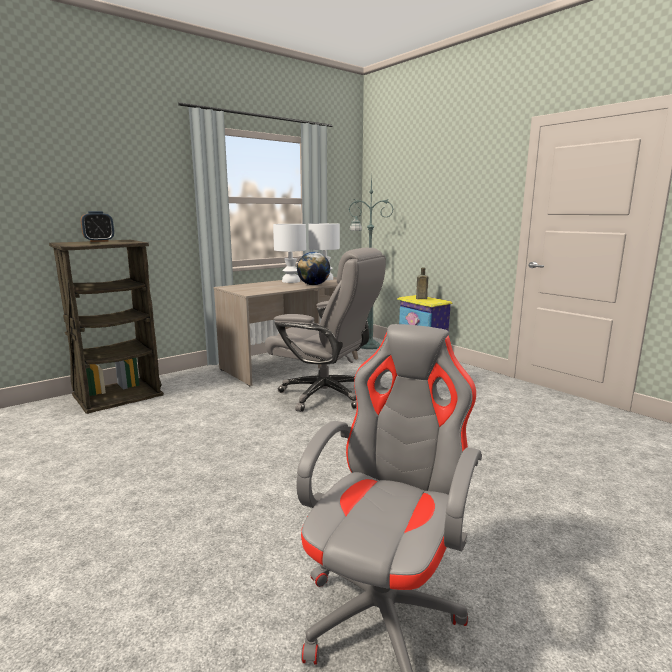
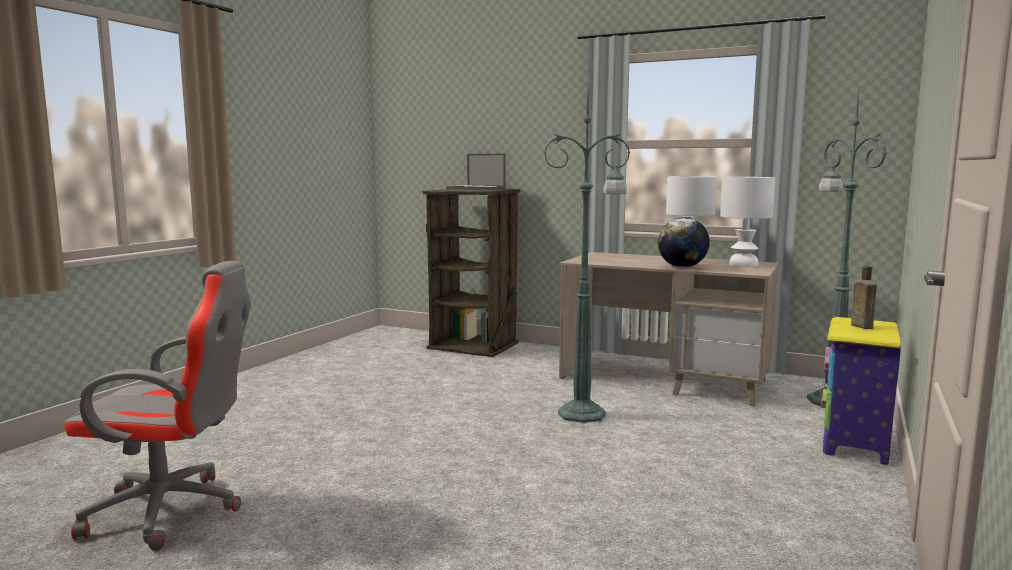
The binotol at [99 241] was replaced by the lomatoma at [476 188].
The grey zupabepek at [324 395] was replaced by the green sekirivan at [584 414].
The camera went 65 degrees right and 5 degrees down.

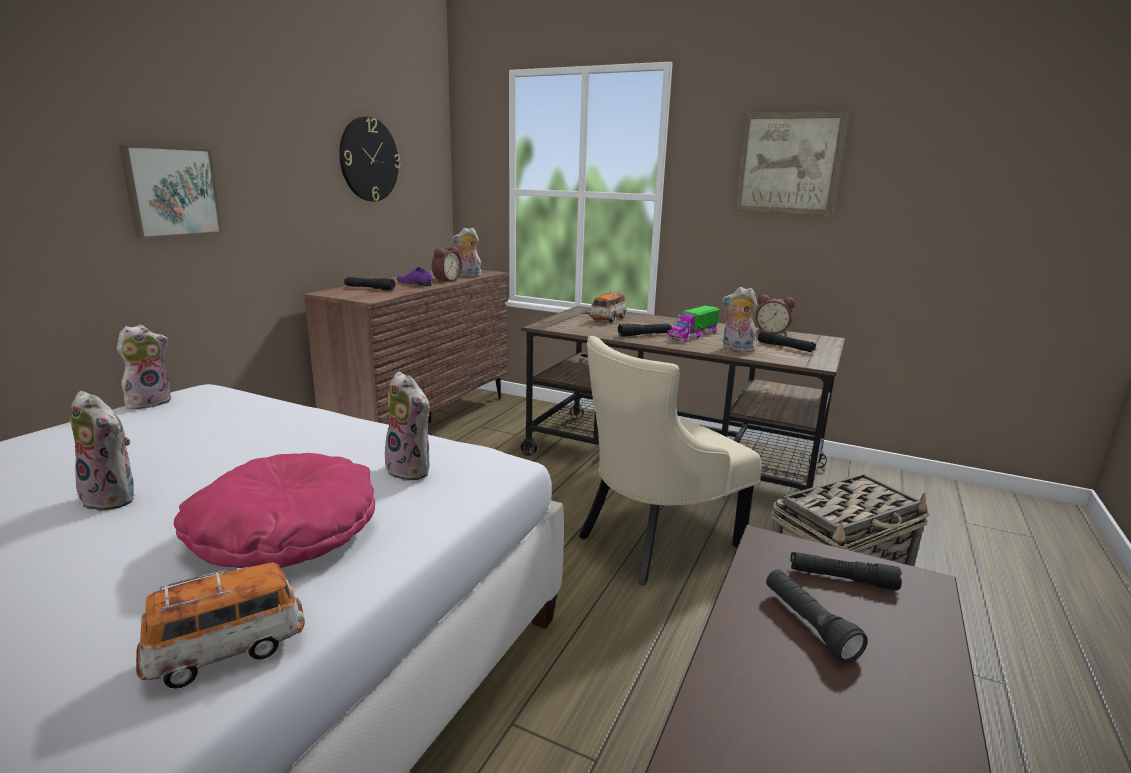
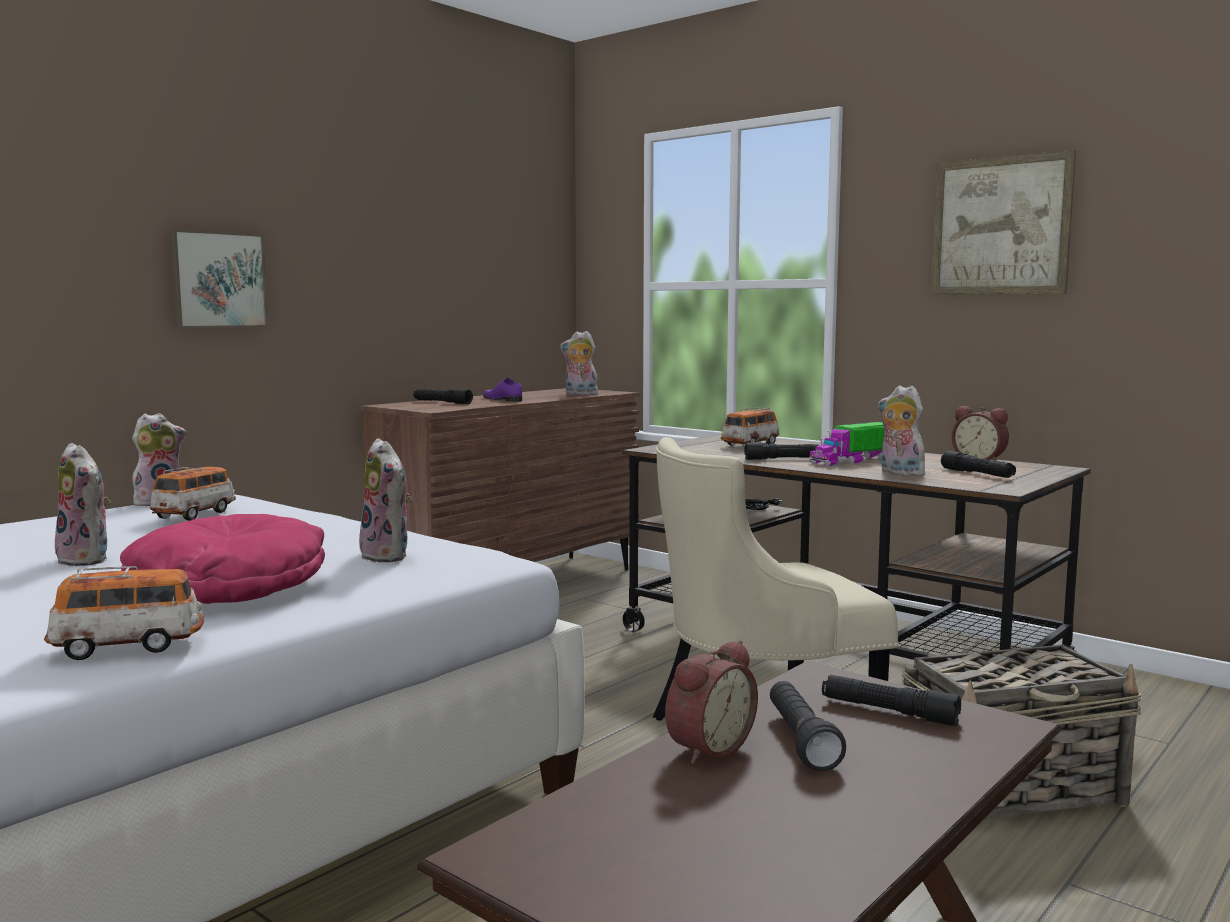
The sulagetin at [369 159] disappeared.
The binotol moved from [445 280] to [706 748].
The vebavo at [195 514] appeared.
The camera went 15 degrees right and 10 degrees down.

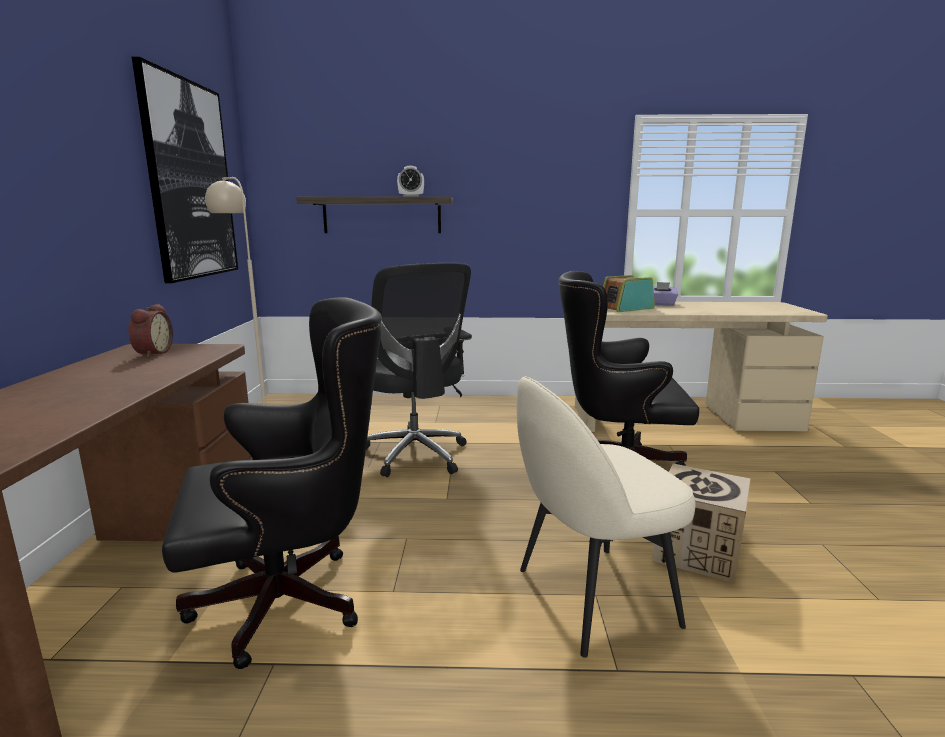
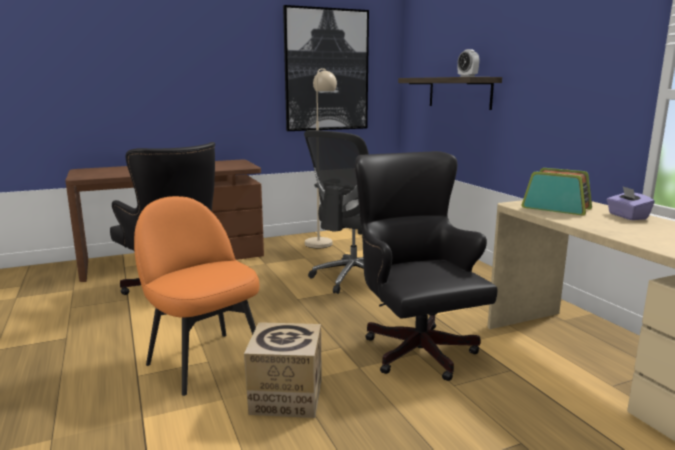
The binotol at [151 353] disappeared.
The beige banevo at [591 597] became the orange banevo at [204 360].
The camera went 65 degrees right and 0 degrees up.

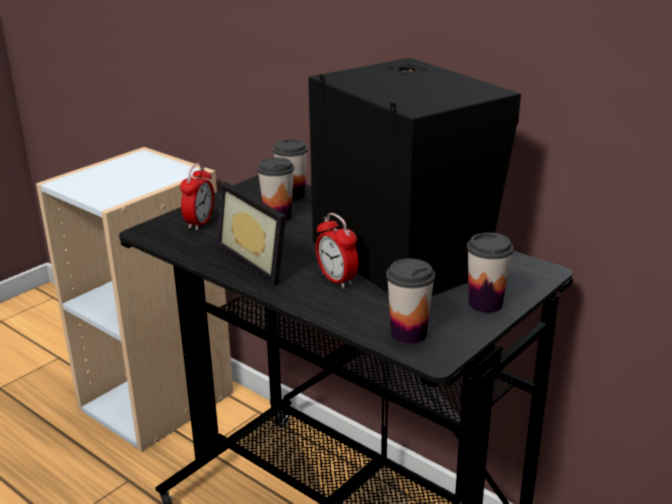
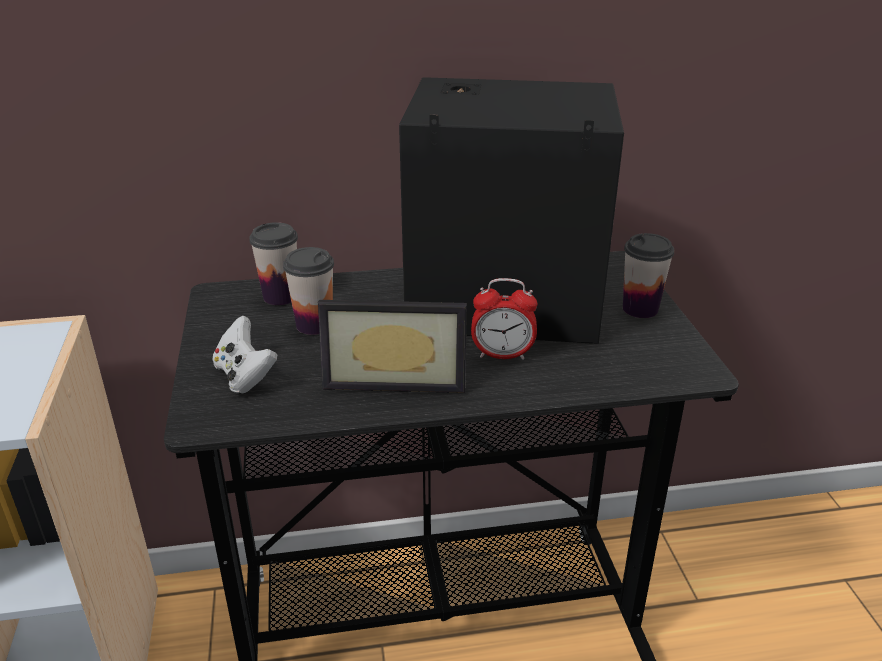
The binotol at [200 223] was replaced by the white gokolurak at [245 376].
The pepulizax at [408 334] disappeared.
The camera went 50 degrees left and 5 degrees up.

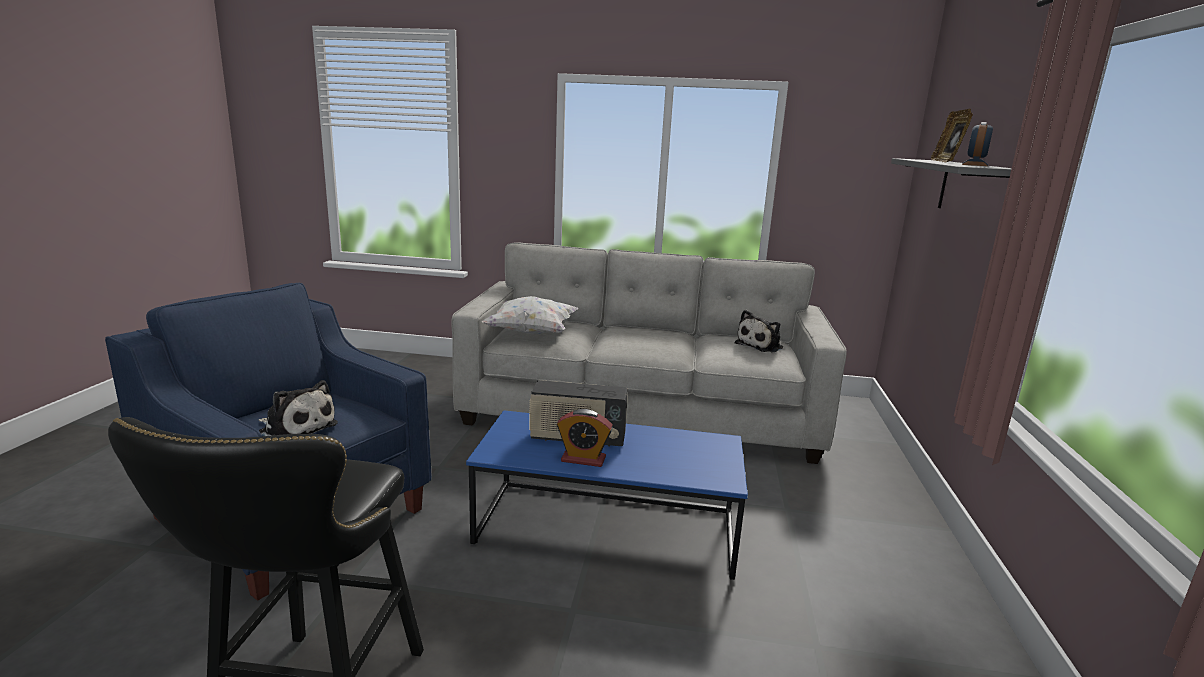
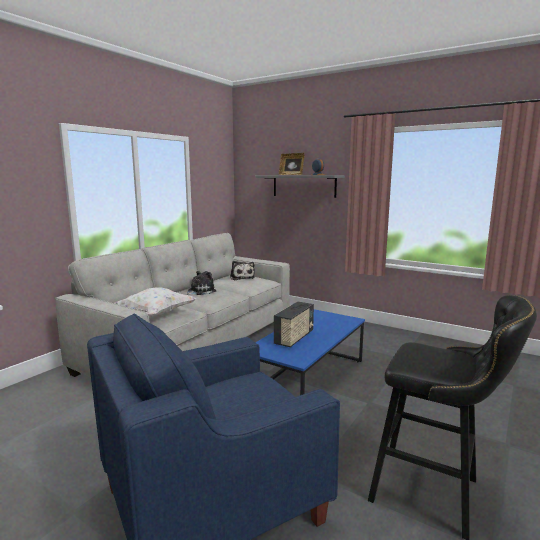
The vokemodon moved from [296 428] to [200 291].
The binotol at [583 459] disappeared.
The camera went 65 degrees left and 5 degrees down.

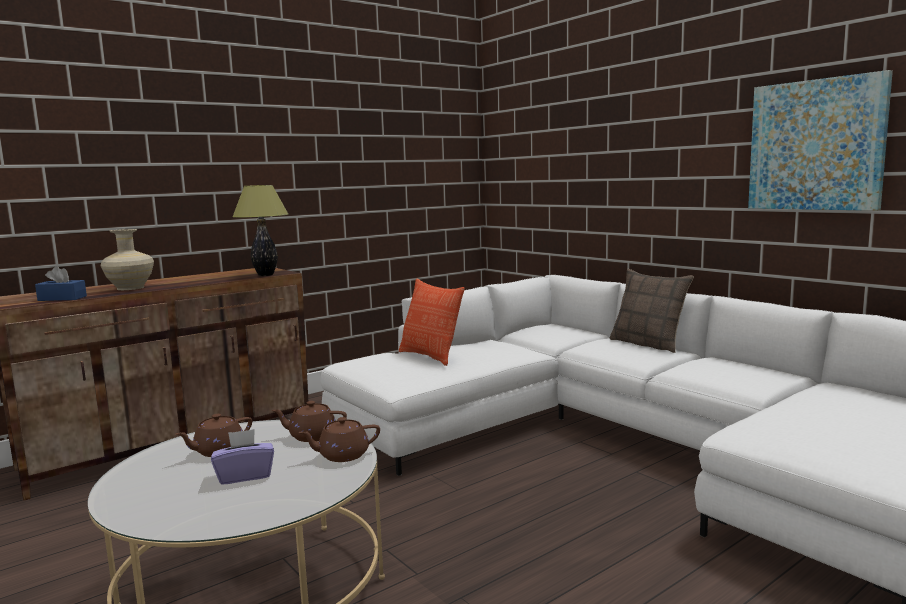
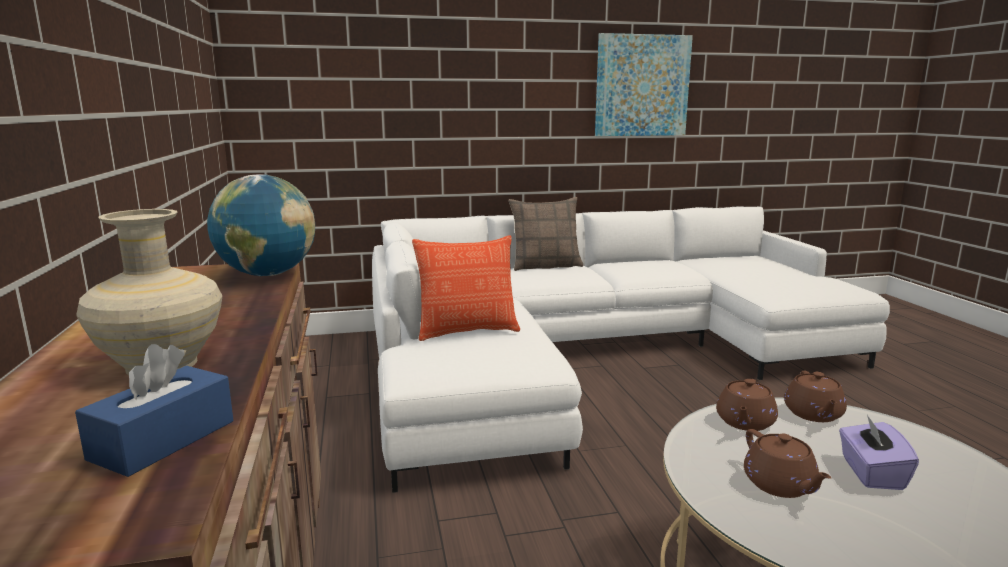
The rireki at [266 275] was replaced by the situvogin at [267 275].
The camera went 65 degrees left and 5 degrees up.

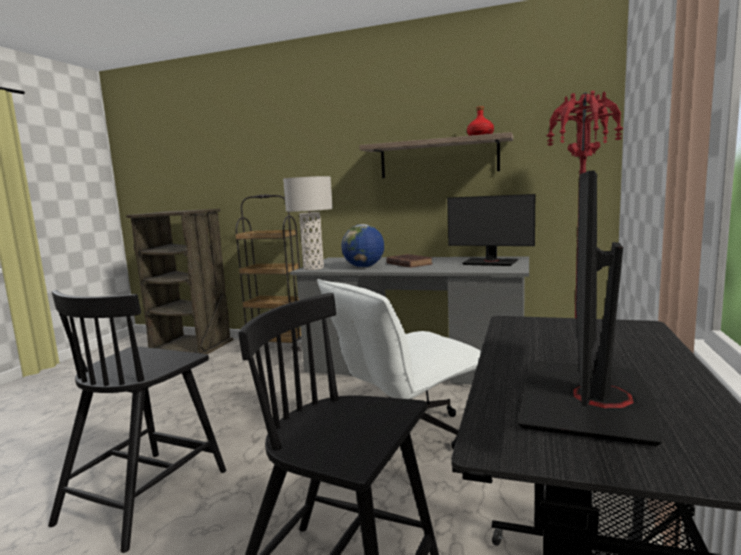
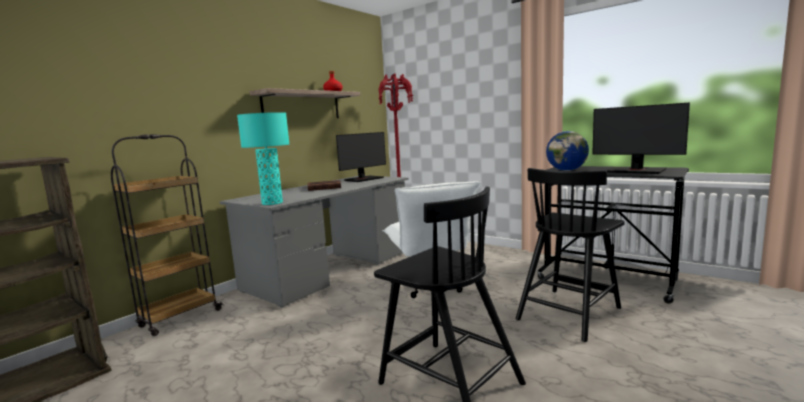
The white rireki at [314 268] became the turquoise rireki at [272 203].
The situvogin moved from [364 267] to [566 170].
The camera went 70 degrees left and 0 degrees up.

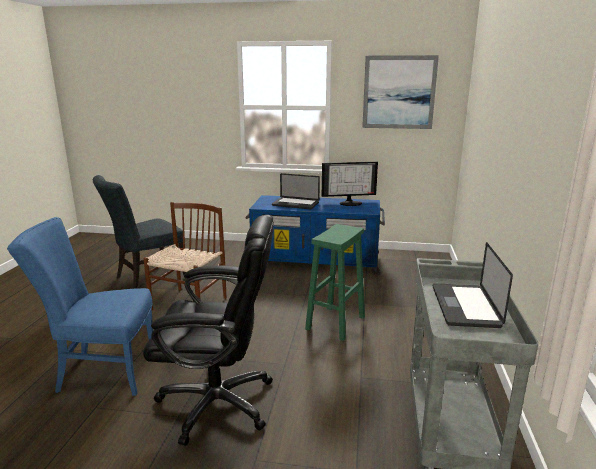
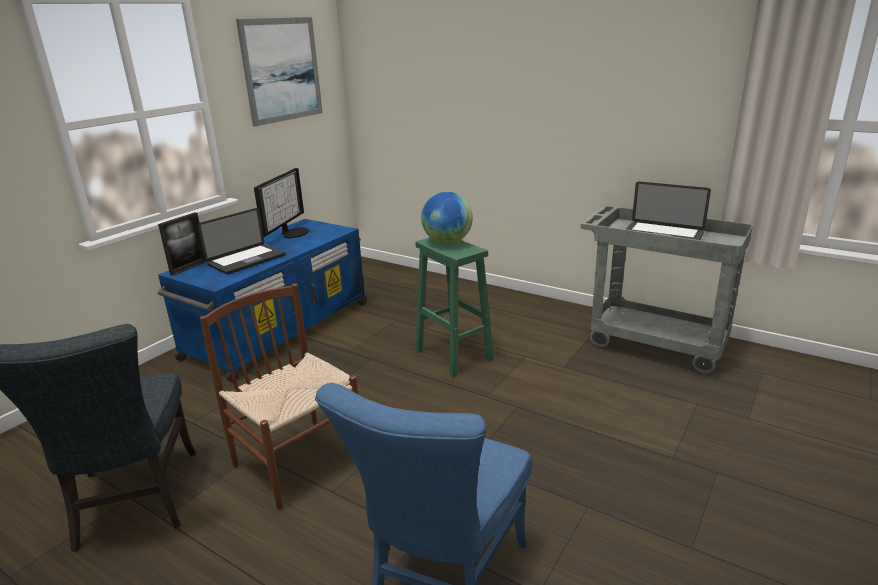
The black zupabepek at [217 402] disappeared.
The situvogin at [447 242] appeared.
The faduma at [189 268] appeared.
The camera went 65 degrees left and 5 degrees up.

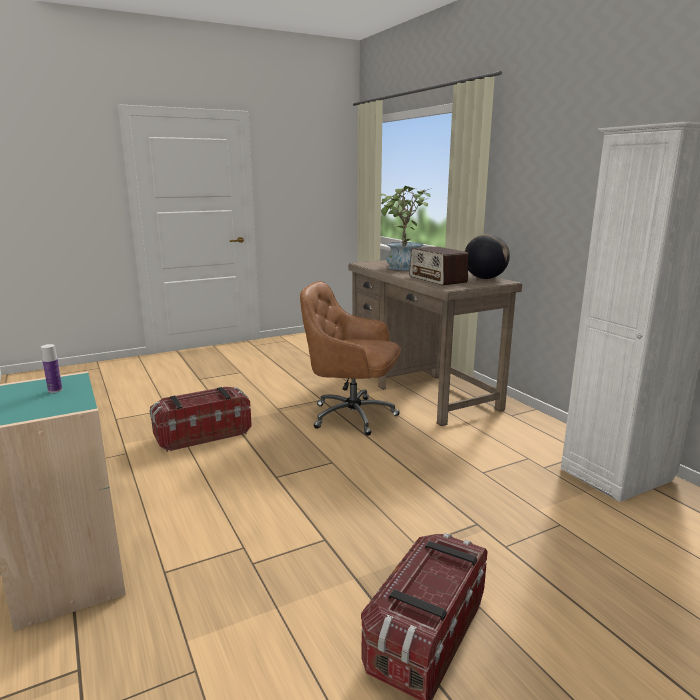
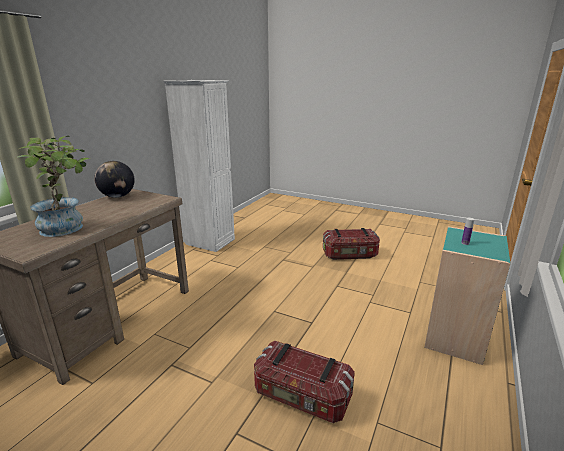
The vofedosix at [437 279] disappeared.
The brown zupabepek at [353 415] disappeared.
The camera went 125 degrees left and 5 degrees up.

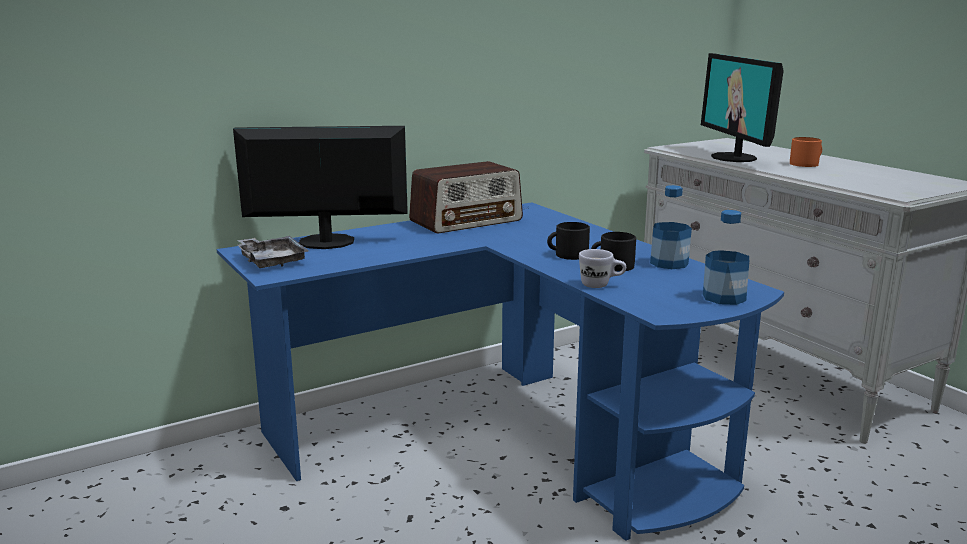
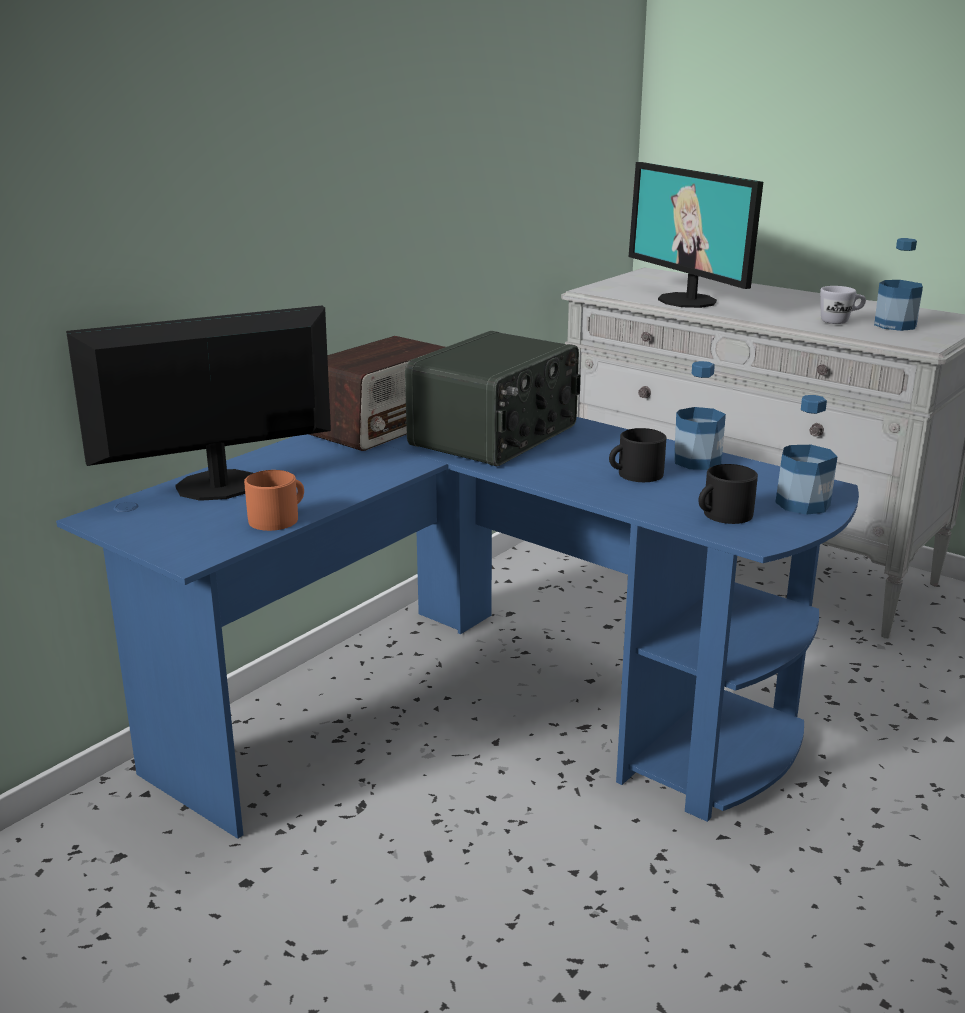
The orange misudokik moved from [806 164] to [279 518].
The black misudokik moved from [567 255] to [722 515].
The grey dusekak at [272 261] disappeared.
The white misudokik moved from [601 285] to [840 321].
The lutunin at [895 325] appeared.
The vofedosix at [496 436] appeared.
The camera went 20 degrees left and 5 degrees up.

